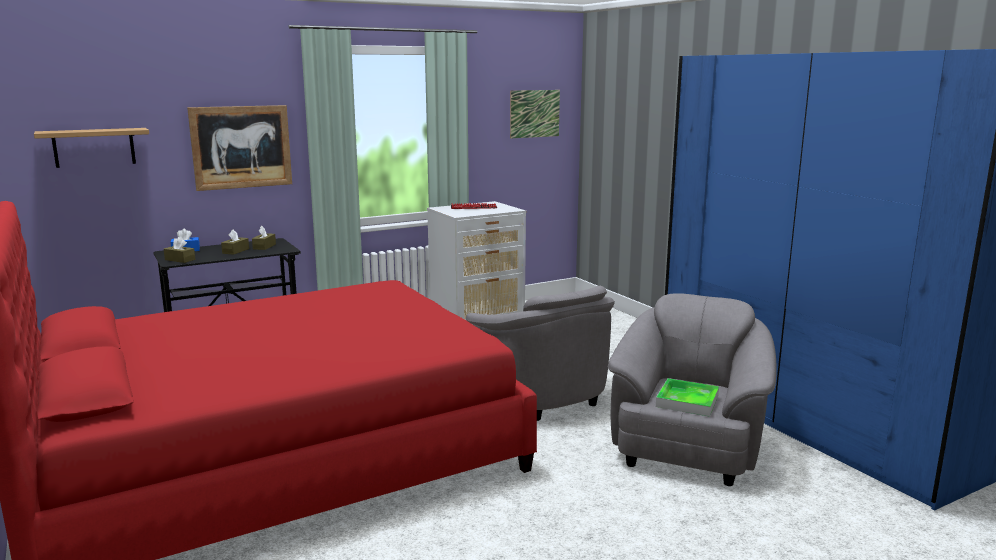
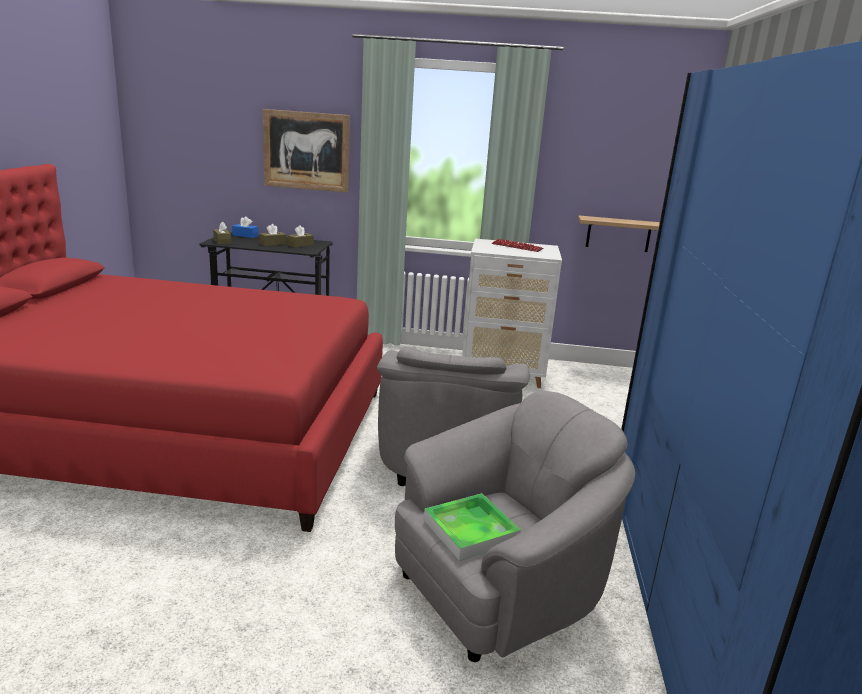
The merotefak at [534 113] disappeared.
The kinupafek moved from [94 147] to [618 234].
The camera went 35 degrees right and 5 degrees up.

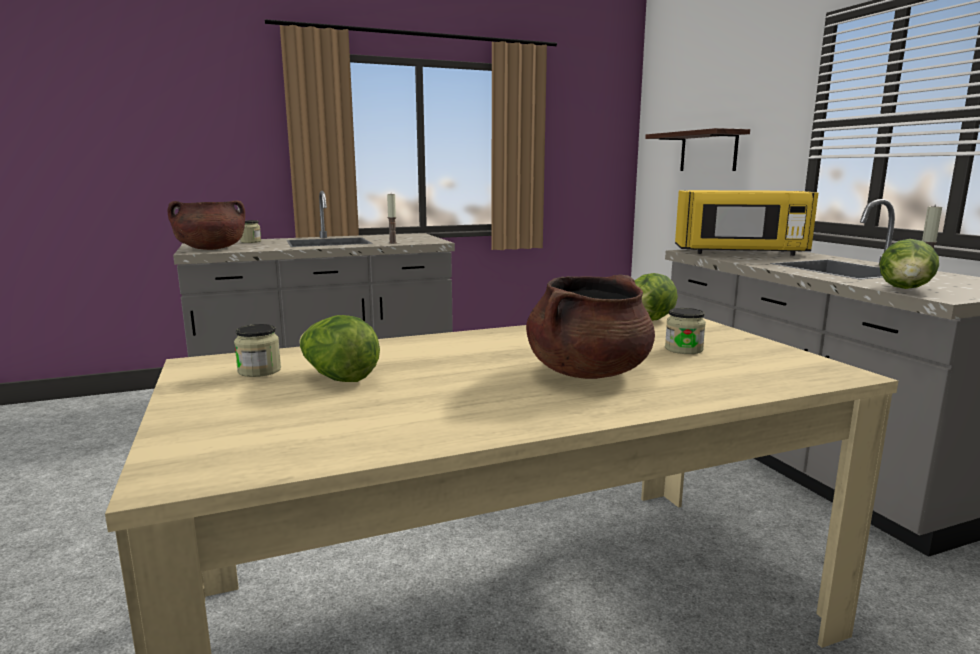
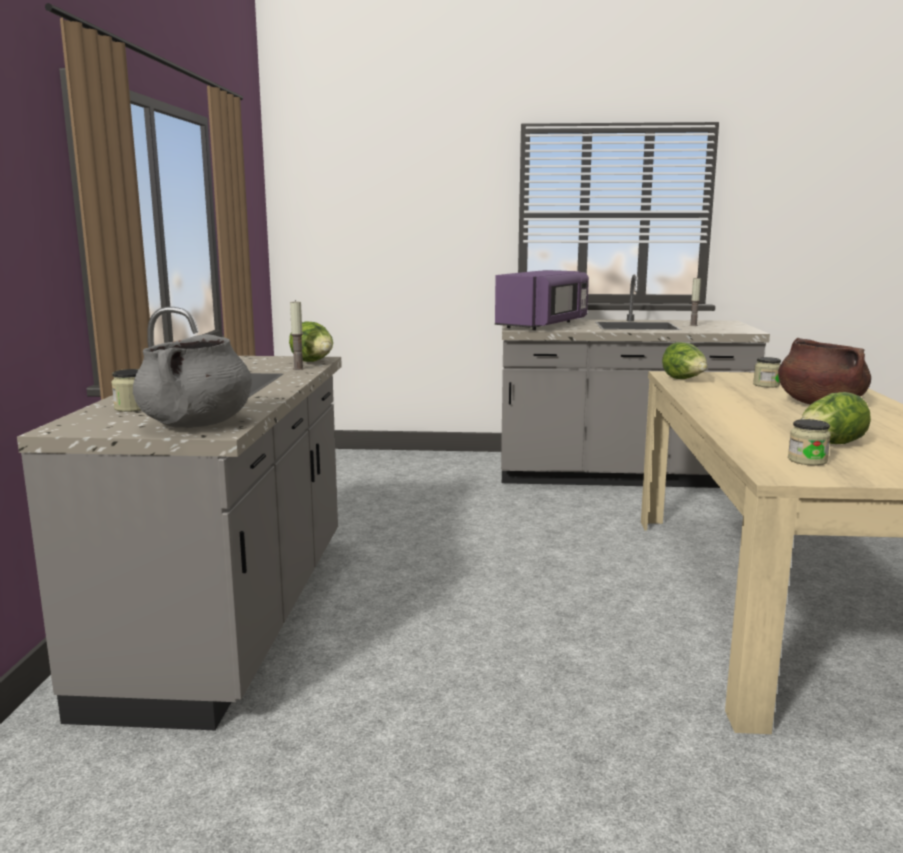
The kinupafek at [708 151] disappeared.
The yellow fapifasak at [740 253] became the purple fapifasak at [543 325].
The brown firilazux at [211 249] became the grey firilazux at [196 424].
The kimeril moved from [905 290] to [313 362].
The camera went 65 degrees left and 0 degrees up.

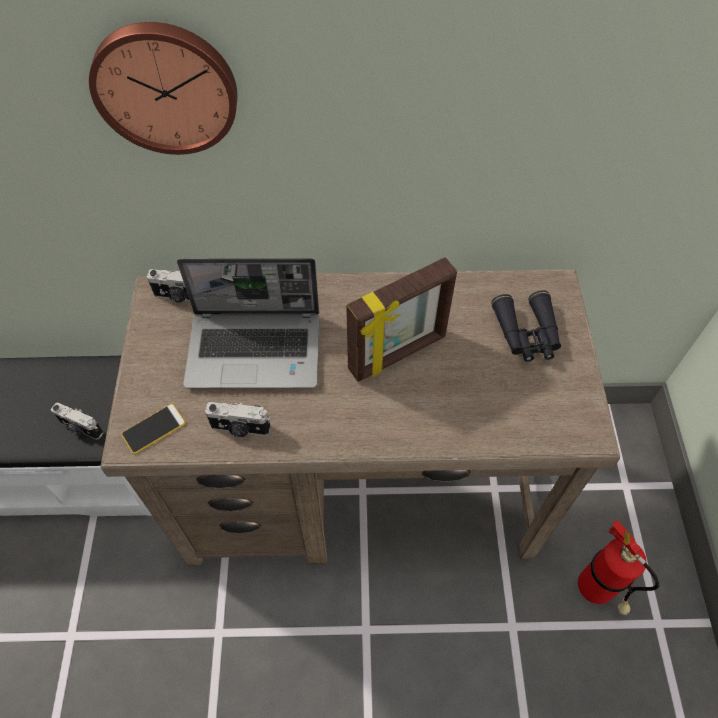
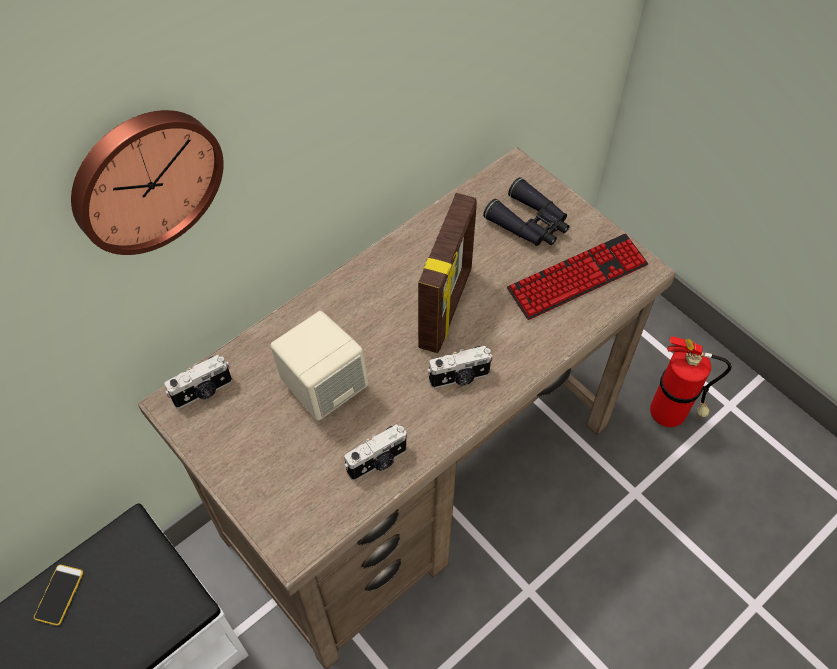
The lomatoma at [256 349] was replaced by the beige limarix at [324 388].
The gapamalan moved from [81 428] to [460 378].
The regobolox moved from [154 429] to [59 595].
The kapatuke at [577 278] appeared.
The camera went 40 degrees left and 0 degrees up.

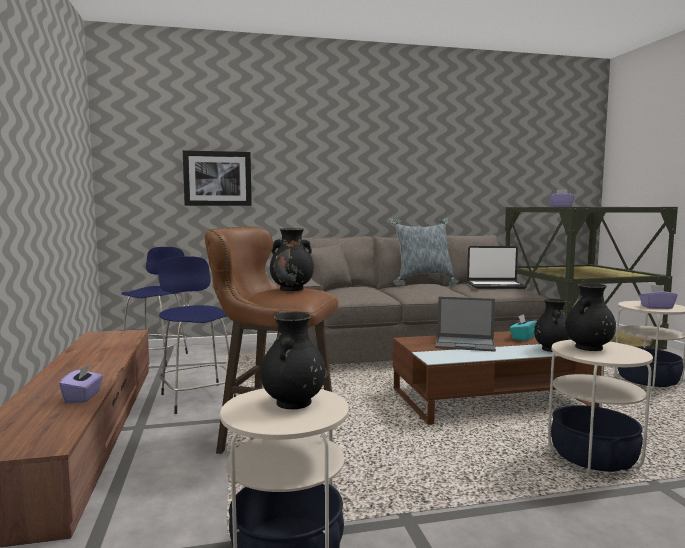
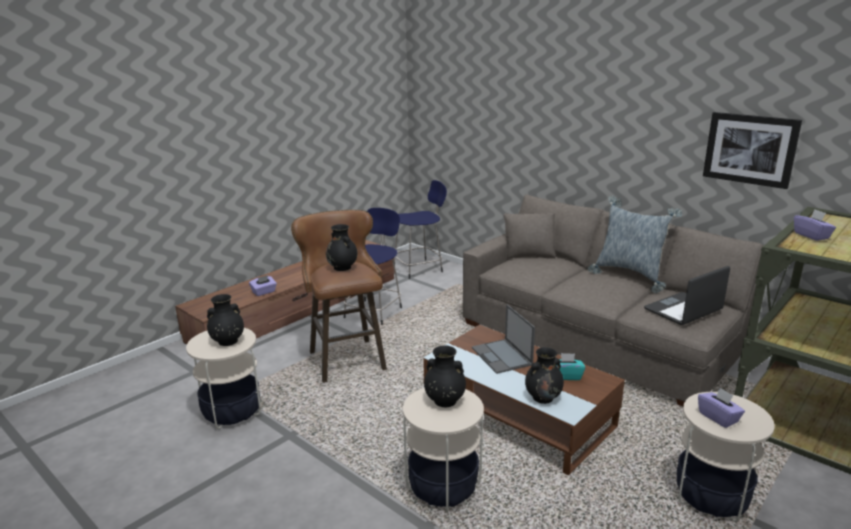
The merotefak moved from [217 178] to [750 149].
The lomatoma at [495 286] turned 90 degrees clockwise.
The camera went 55 degrees right and 15 degrees up.

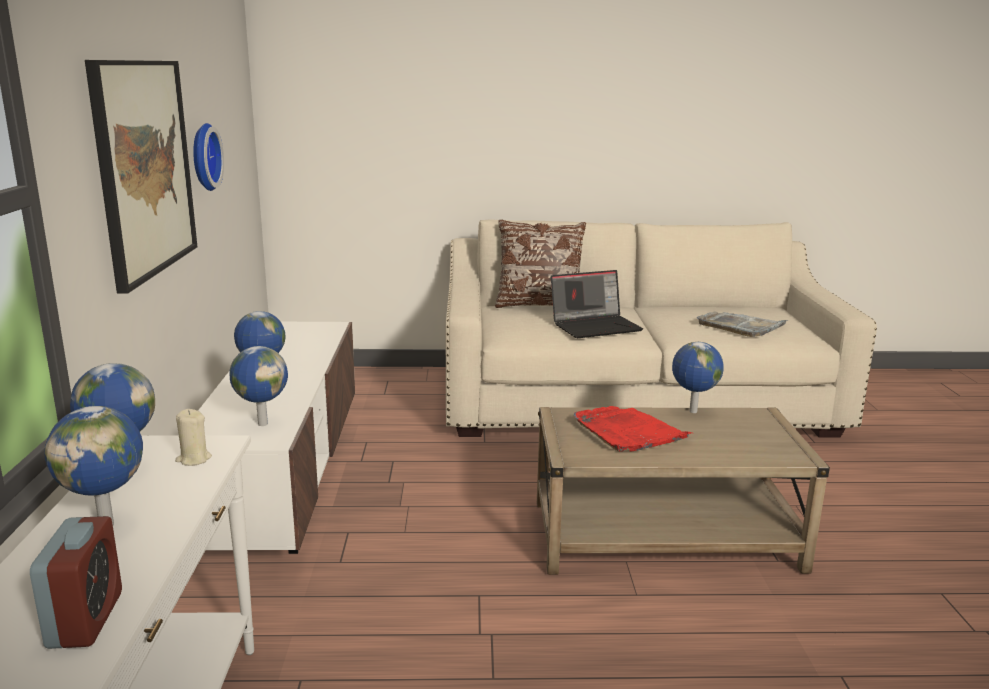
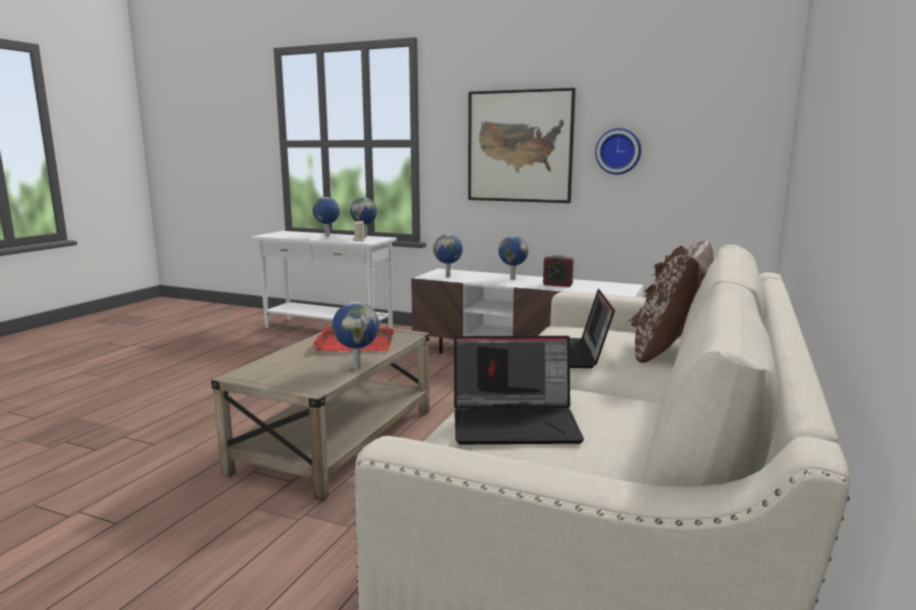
The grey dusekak at [741 326] was replaced by the lomatoma at [516 423].
The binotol moved from [86 620] to [557 285].
The camera went 115 degrees right and 5 degrees down.

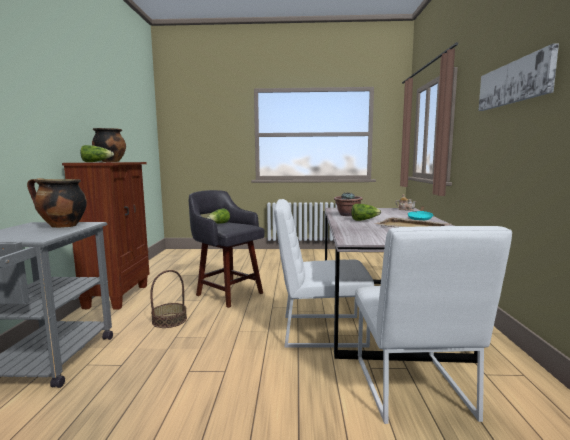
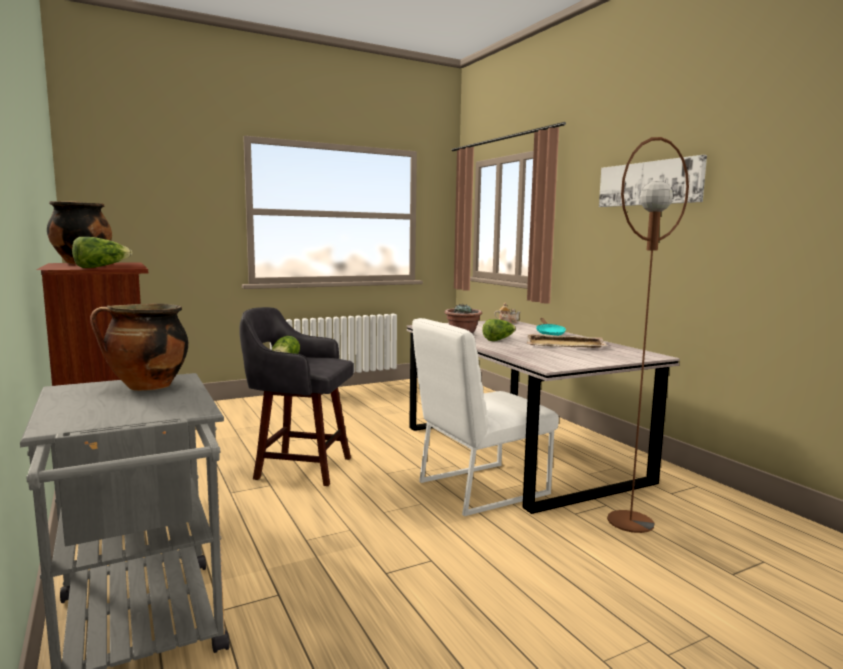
The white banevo at [412 388] was replaced by the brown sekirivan at [630 522].
The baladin at [169 320] disappeared.
The camera went 30 degrees left and 0 degrees up.

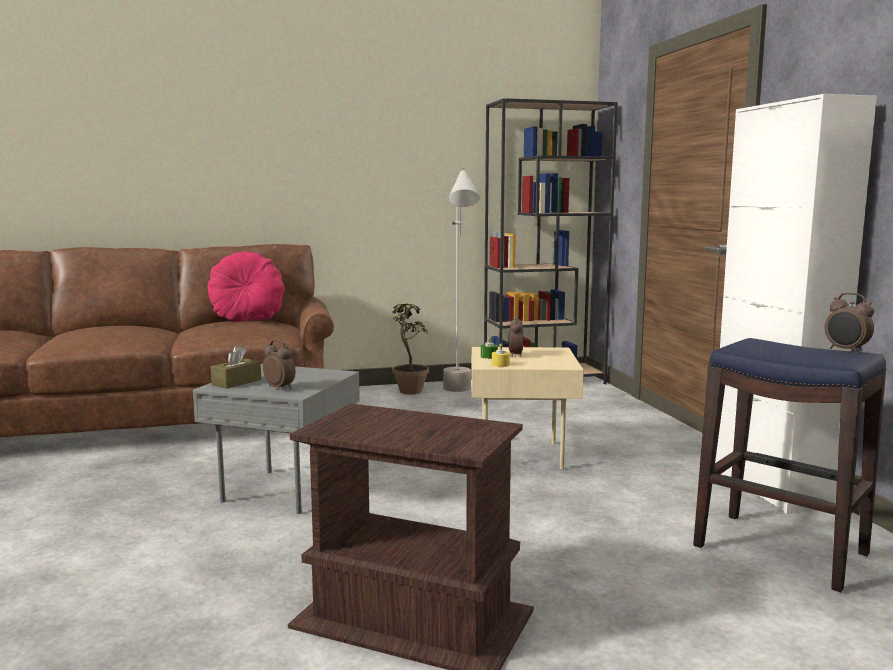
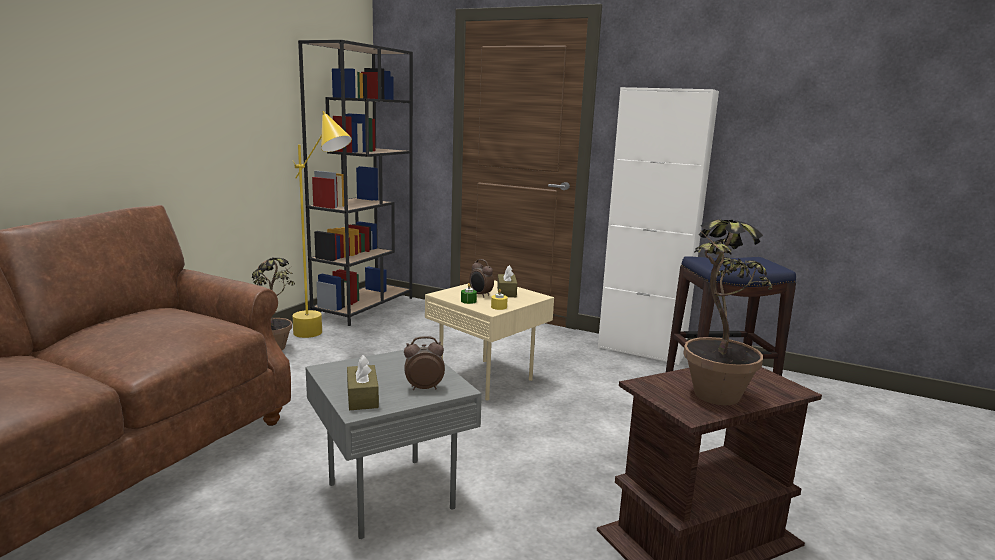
The grey sekirivan at [460 394] became the yellow sekirivan at [323 338].
The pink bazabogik at [248 320] disappeared.
The binotol at [846 351] disappeared.
The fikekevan at [710 401] appeared.
The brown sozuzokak at [506 292] appeared.
The camera went 50 degrees left and 5 degrees up.

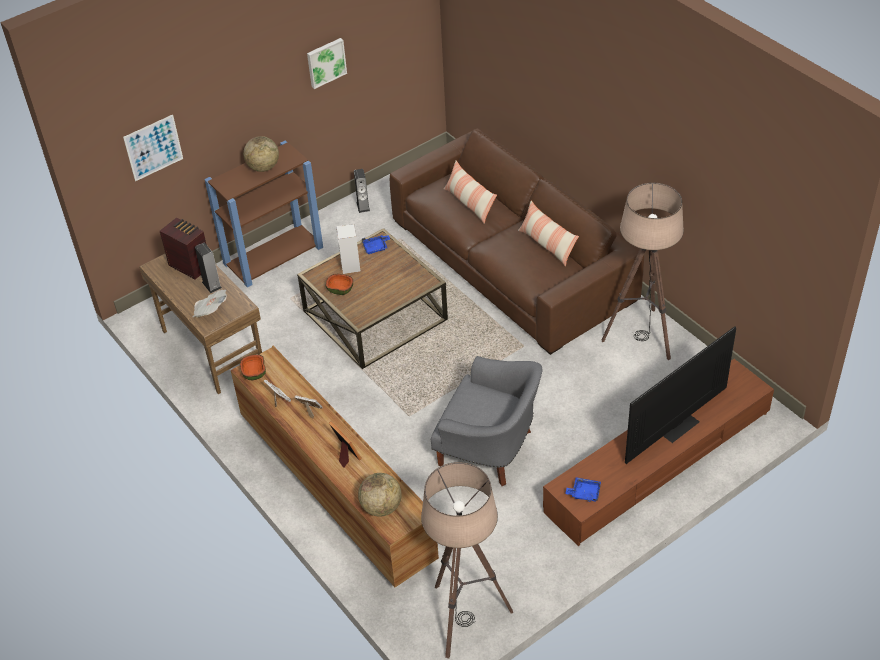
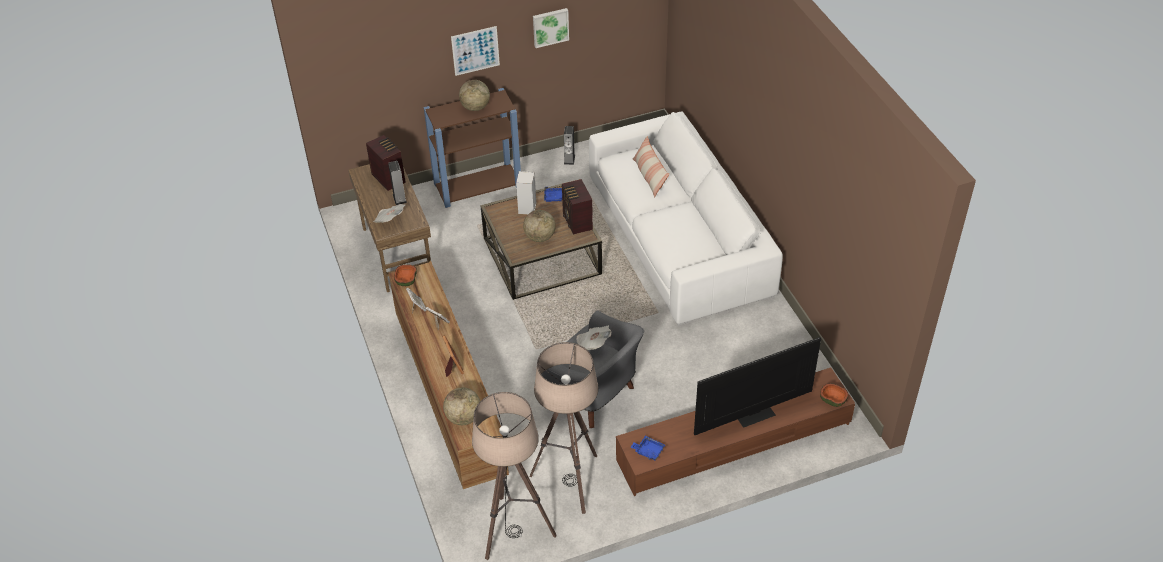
The merotefak moved from [153 147] to [475 50].
The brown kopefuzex at [513 260] became the white kopefuzex at [679 235].
The sekirivan moved from [641 336] to [570 481].
The bazabogik at [547 244] disappeared.
The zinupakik moved from [340 290] to [832 400].
The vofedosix at [577 222] appeared.
The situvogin at [540 237] appeared.
The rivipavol at [592 344] appeared.
The camera went 15 degrees right and 0 degrees up.

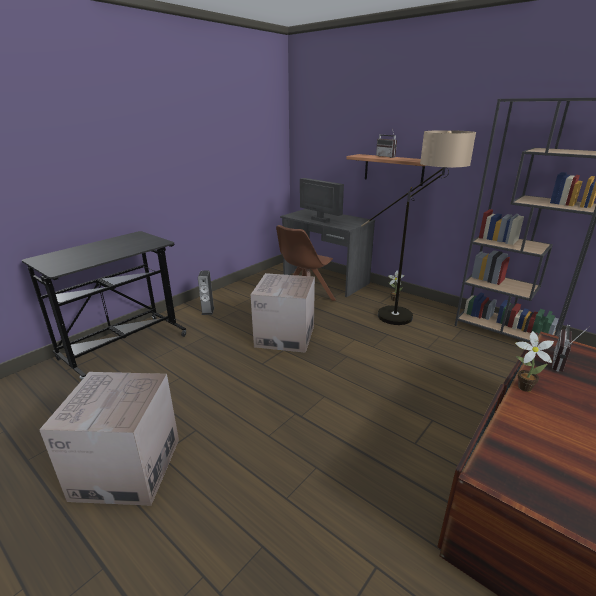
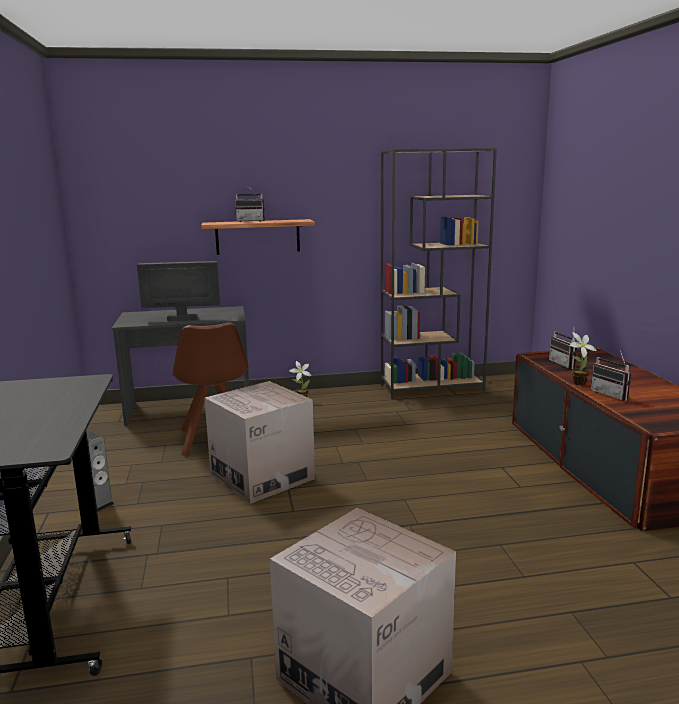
The sekirivan at [409 318] disappeared.
The vofedosix at [612 395] appeared.
The camera went 50 degrees left and 10 degrees down.

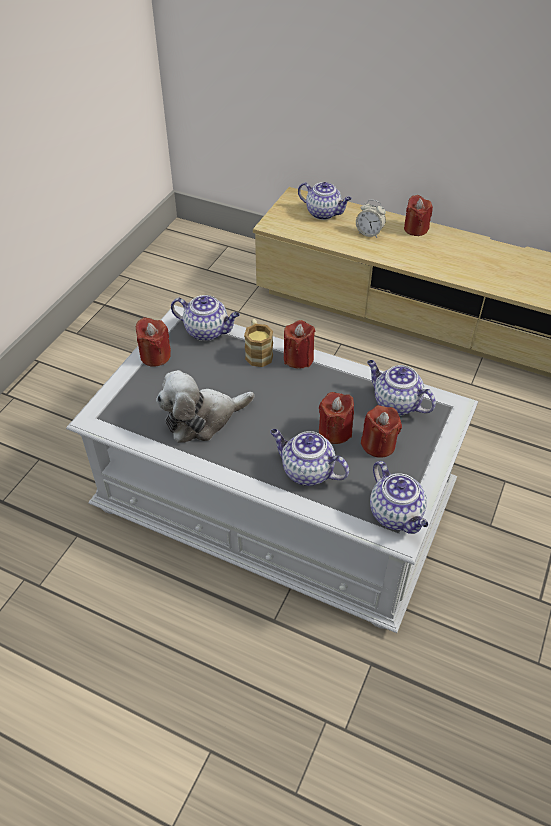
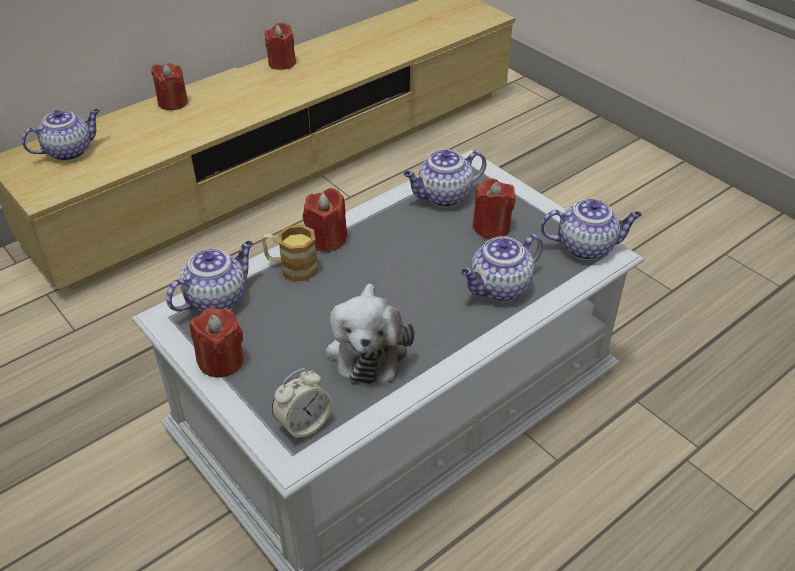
The binotol moved from [369 233] to [303 424].
The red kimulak moved from [335 431] to [282 63].
The camera went 65 degrees left and 5 degrees down.

